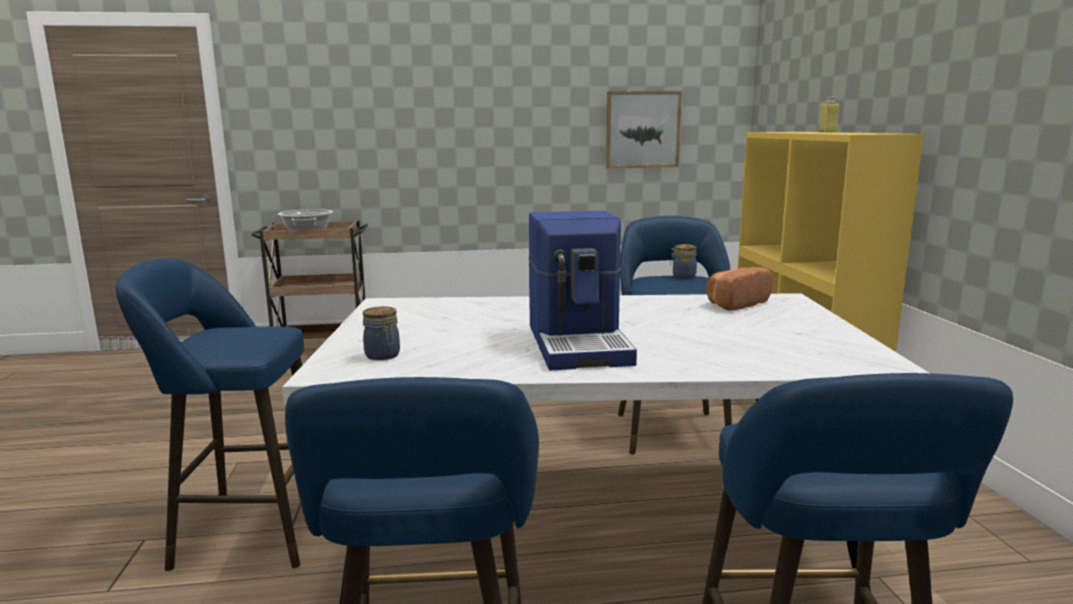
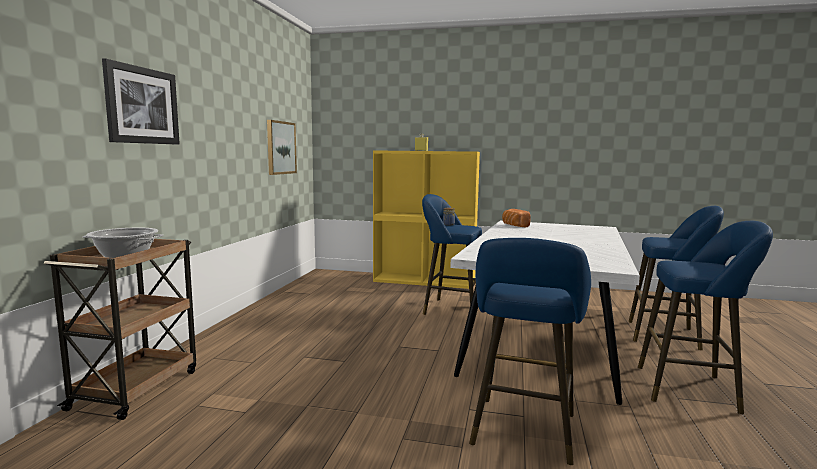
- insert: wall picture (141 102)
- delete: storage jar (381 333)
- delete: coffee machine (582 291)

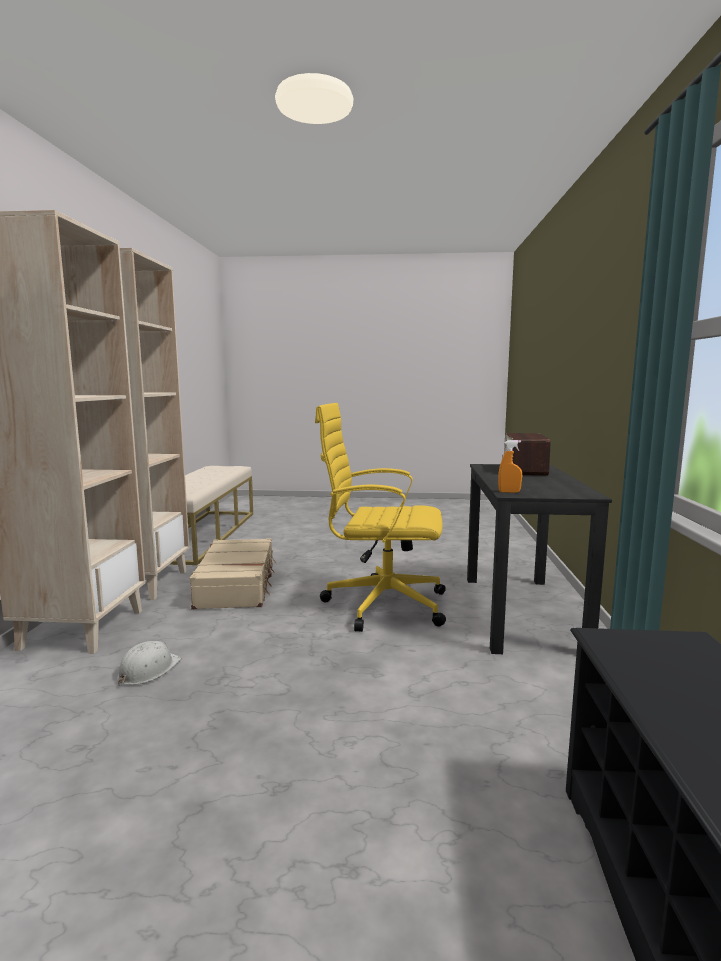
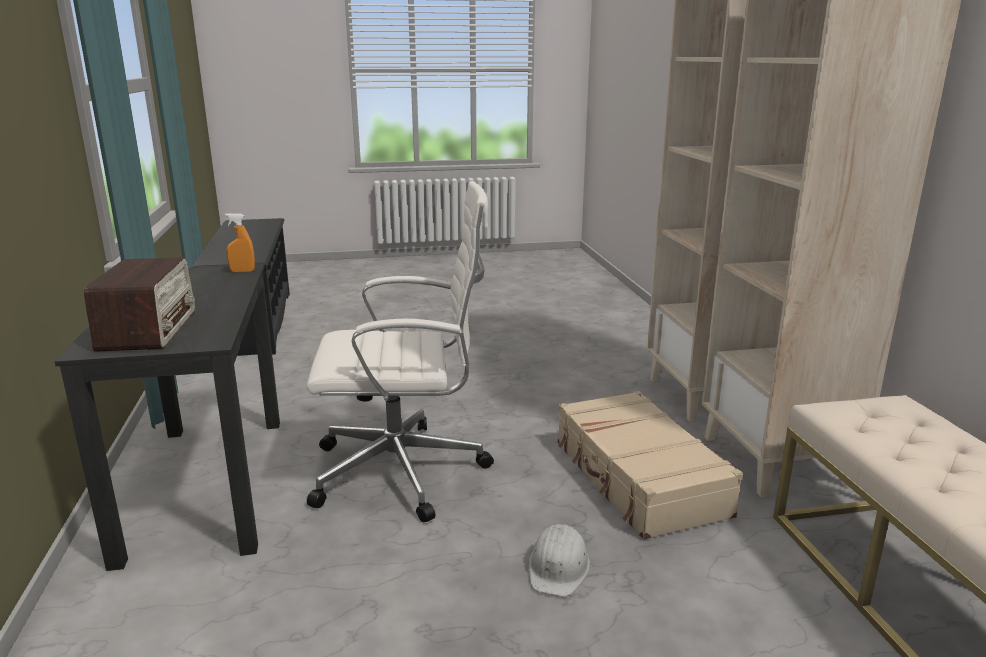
- recolor: yellow-coloured office chair (380 517) to white-coloured office chair (400 351)
- move: white-coloured safety helmet (149 663) to (559 560)

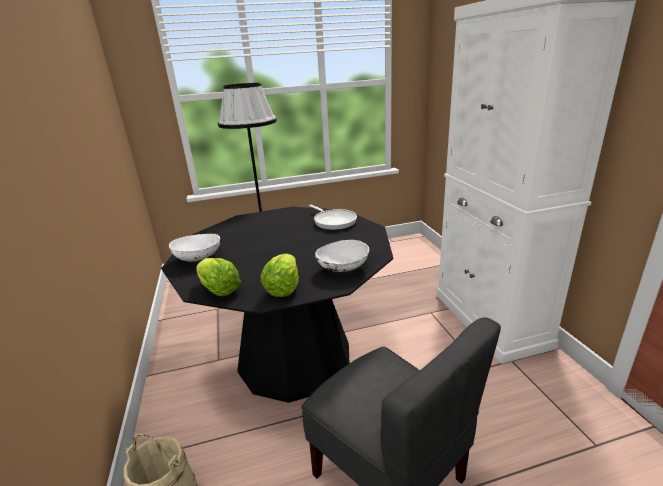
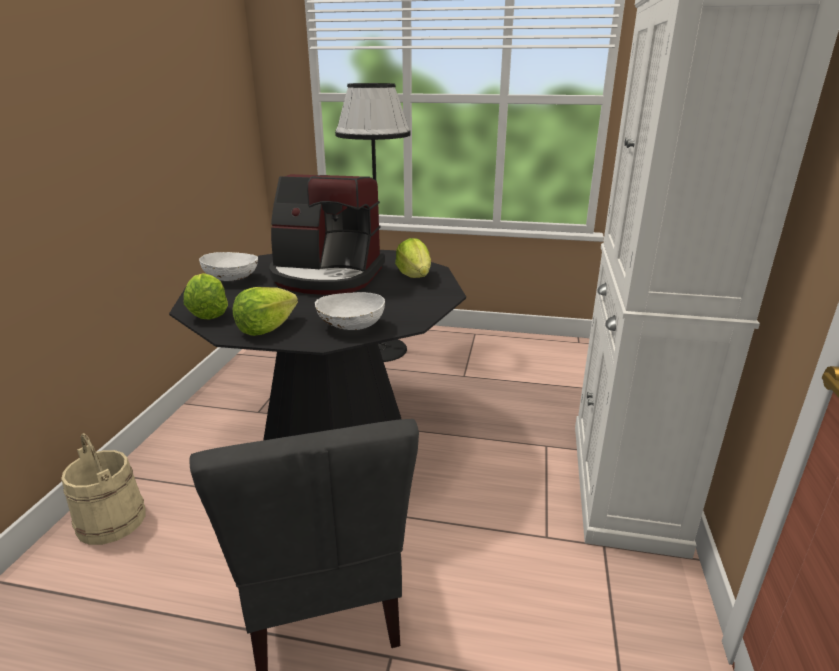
- insert: coffee machine (327 234)
- replace: pan (333 217) to lettuce (413 258)

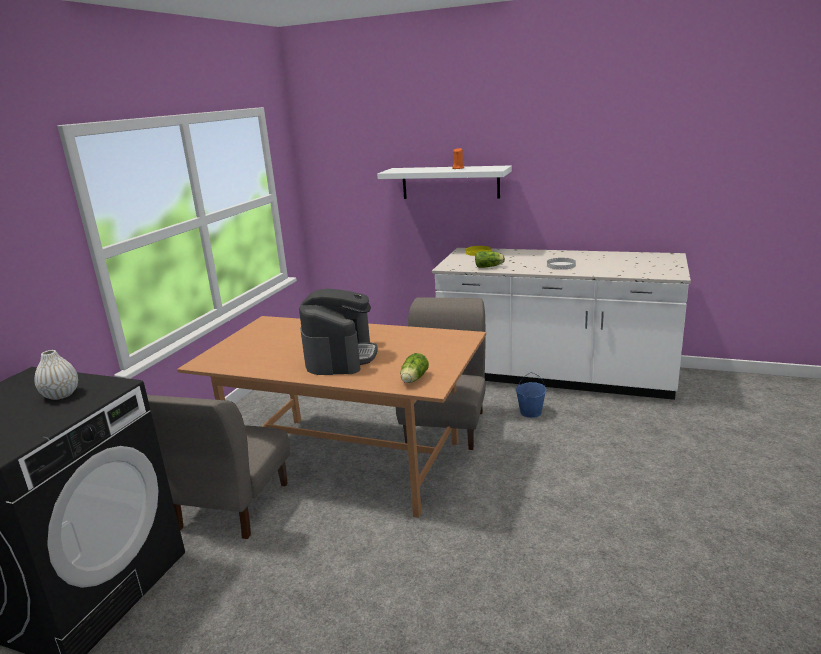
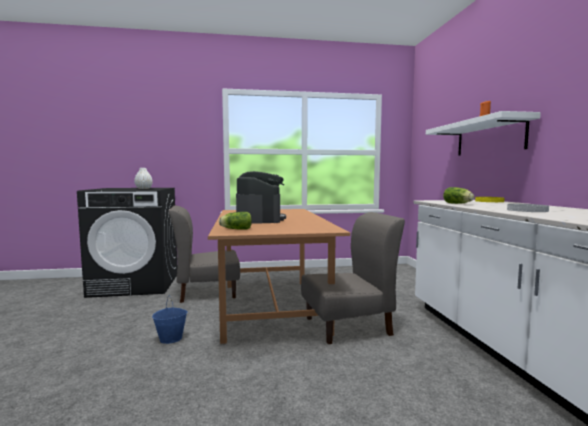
- move: blue-coloured bucket (531 395) to (170 319)
- rotate: coffee machine (338 332) = (261 197) 75 degrees counterclockwise

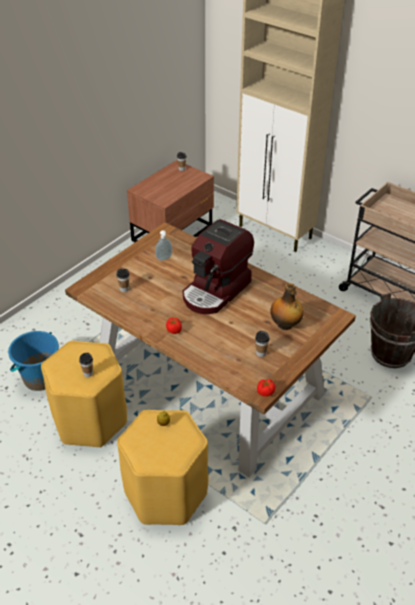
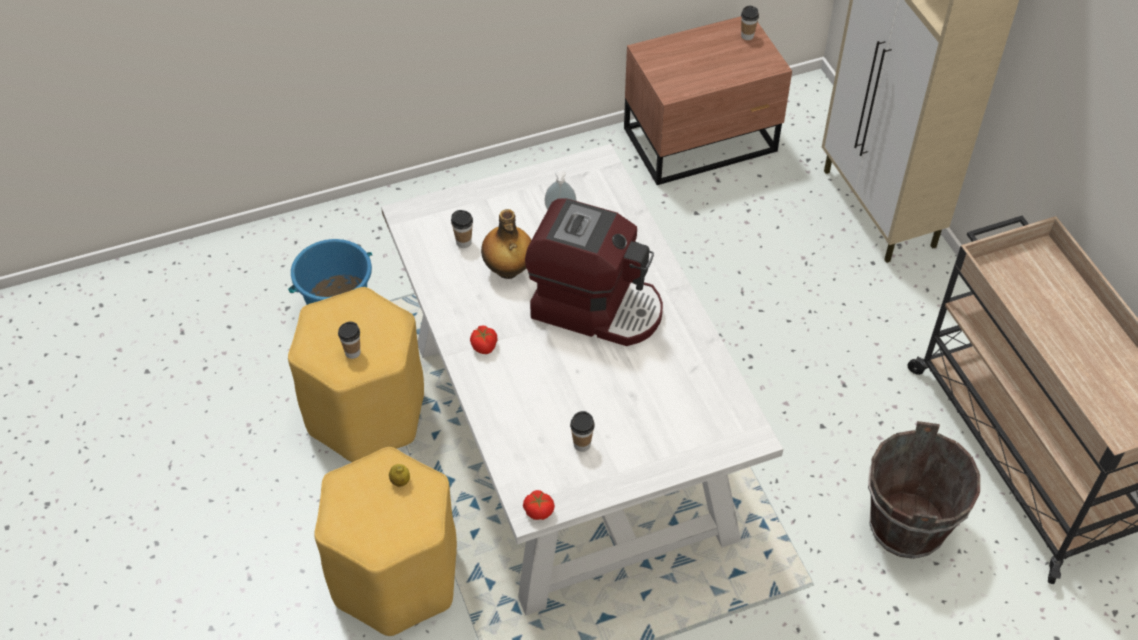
- recolor: brown-coloured kitchen table (210 350) to white-coloured kitchen table (582 379)
- move: bottle (287 306) to (506 244)
- rotate: coffee machine (218 266) = (594 272) 135 degrees counterclockwise

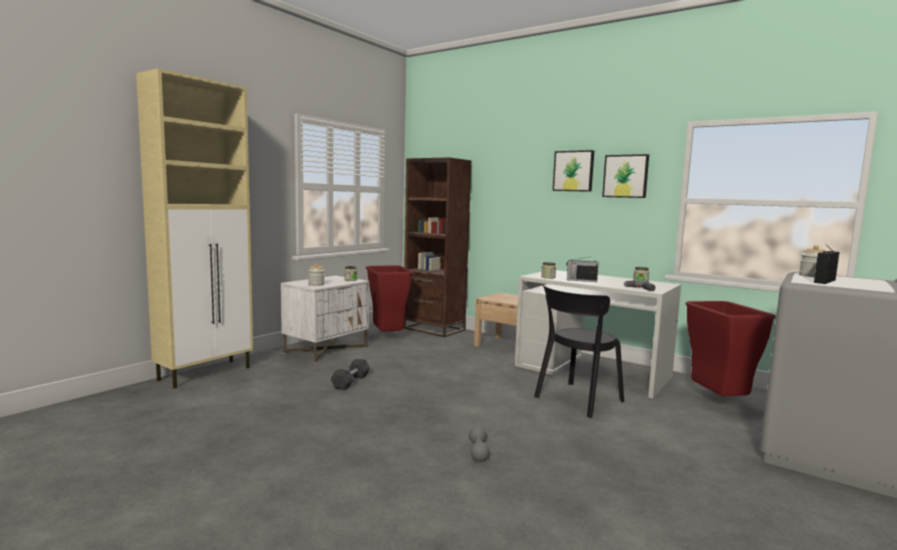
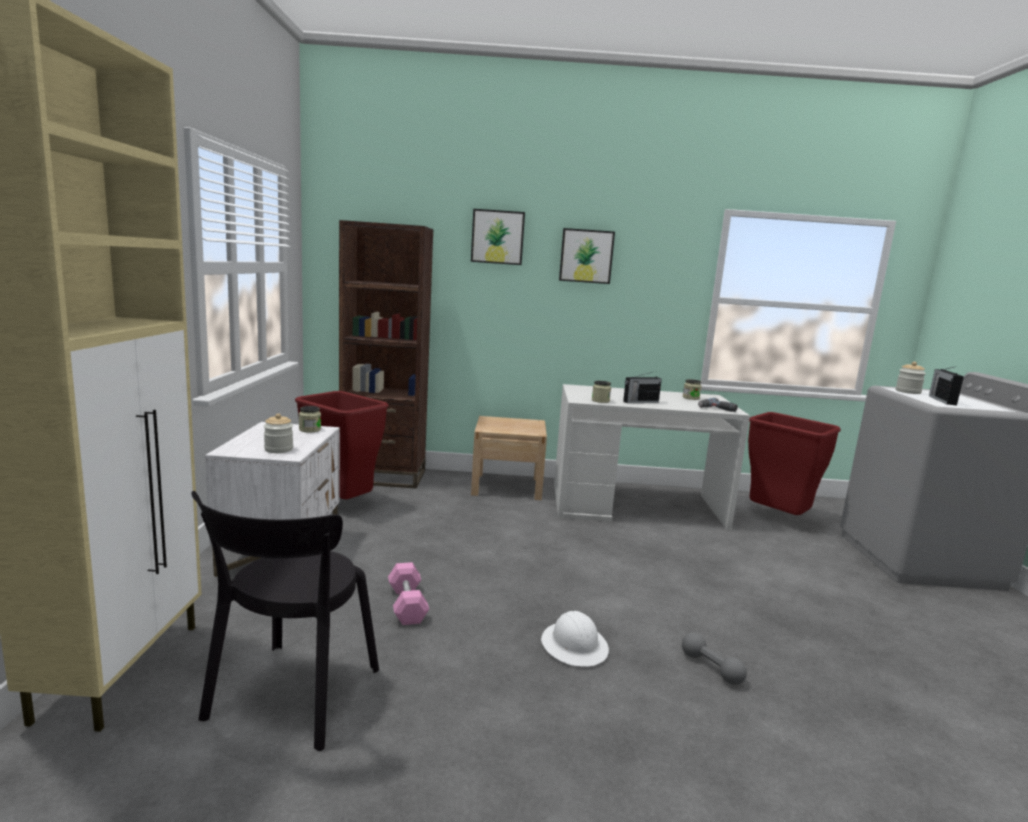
- move: black-coloured chair (579 351) to (285 621)
- recolor: grey hand weight (350 374) to pinkish hand weight (408 593)
- move: wall picture (625 176) to (498 237)
- insert: white-coloured safety helmet (575 639)

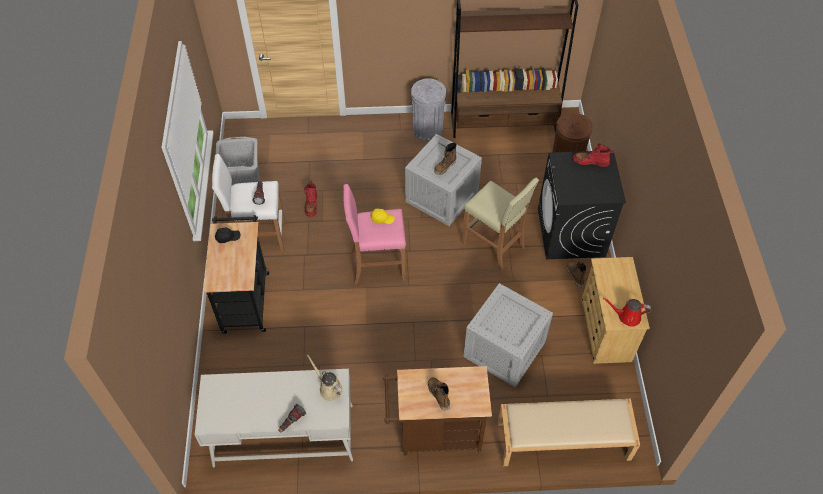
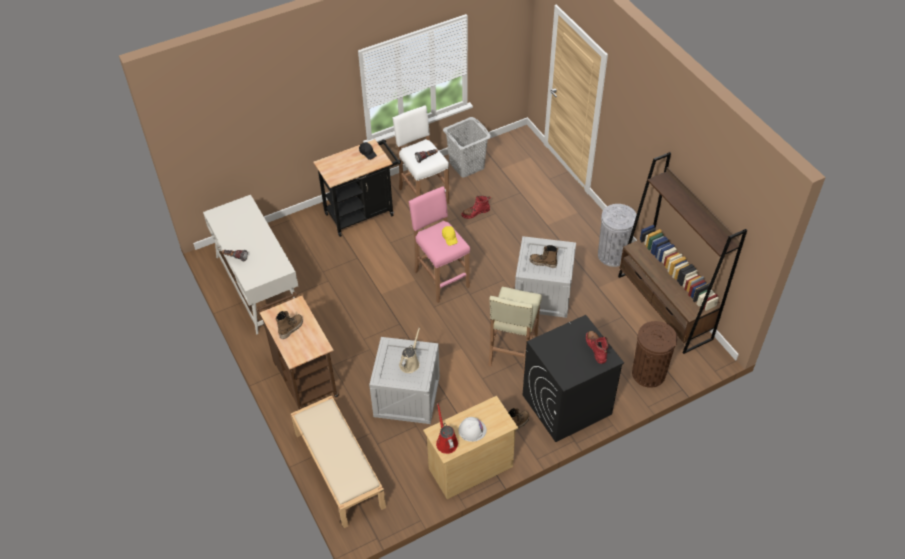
- move: beige sprinkling can (325 377) to (409 350)
- insert: white-coloured safety helmet (472 429)

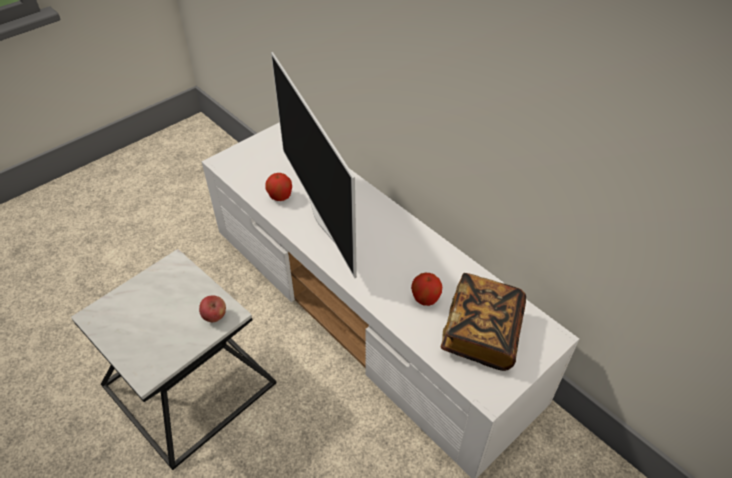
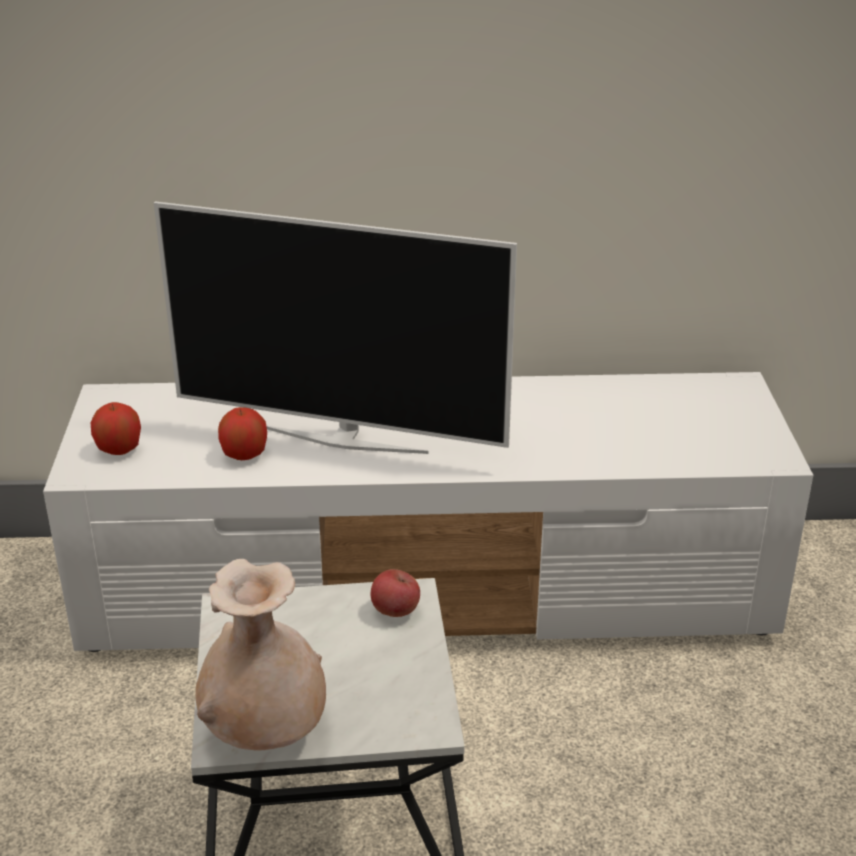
- move: whole apple (426 289) to (116 428)
- insert: beige flower vase (260 654)
- delete: book (483 322)

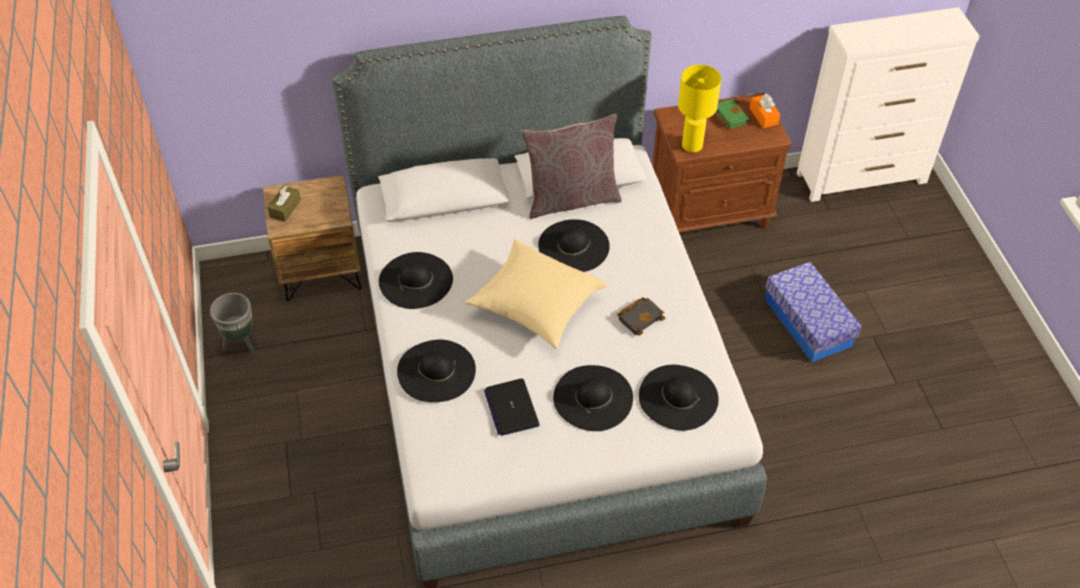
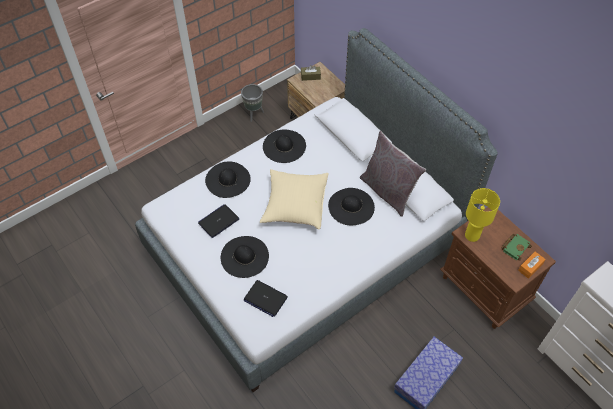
- replace: black-coloured clothing hat (679 398) to laptop (266 298)
- delete: black-coloured book (641 316)

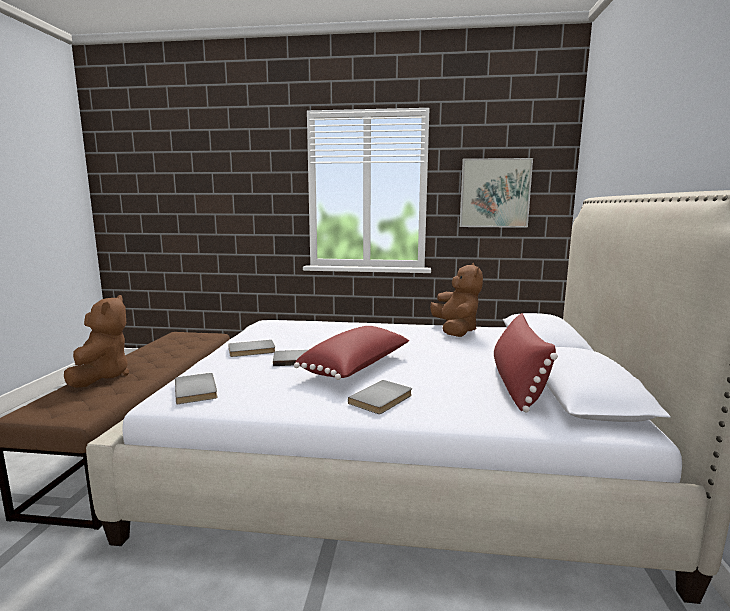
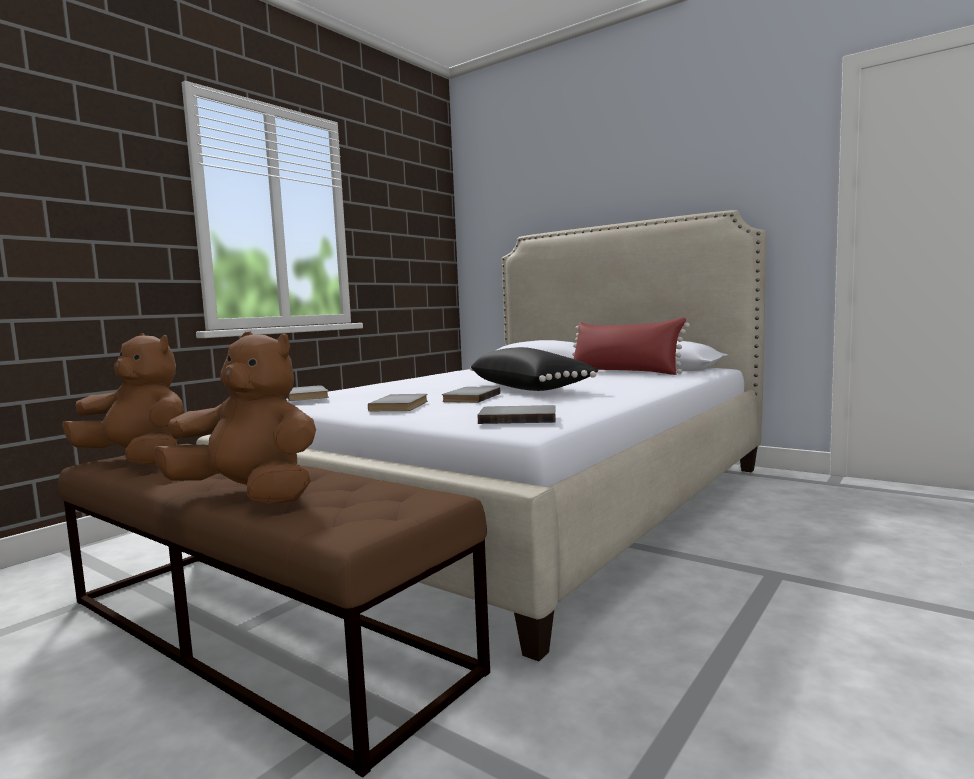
- move: brown-coloured soft toy (456 300) to (123 399)
- move: grey book (380 397) to (308 393)
- recolor: reddish pillow (351 353) to black-coloured pillow (534 369)
- delete: wall picture (496 193)

